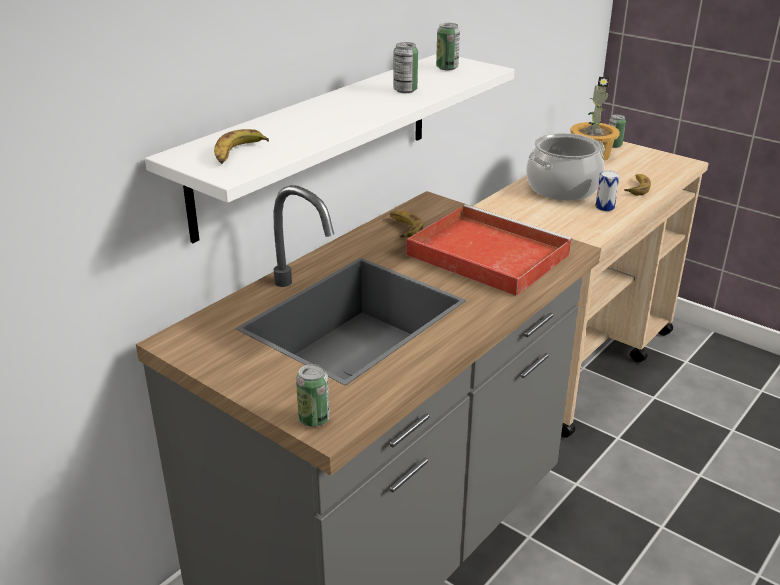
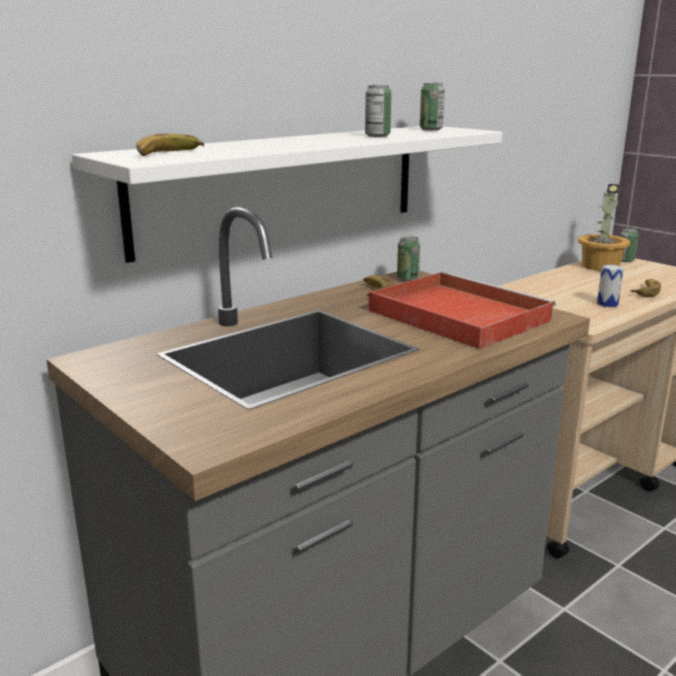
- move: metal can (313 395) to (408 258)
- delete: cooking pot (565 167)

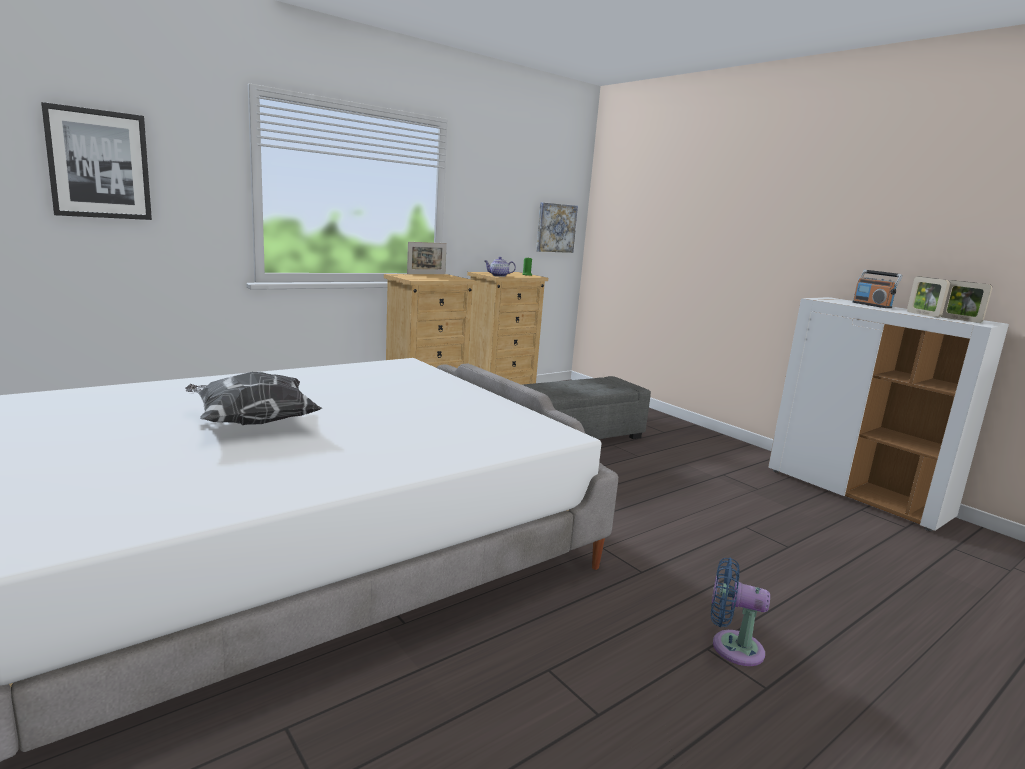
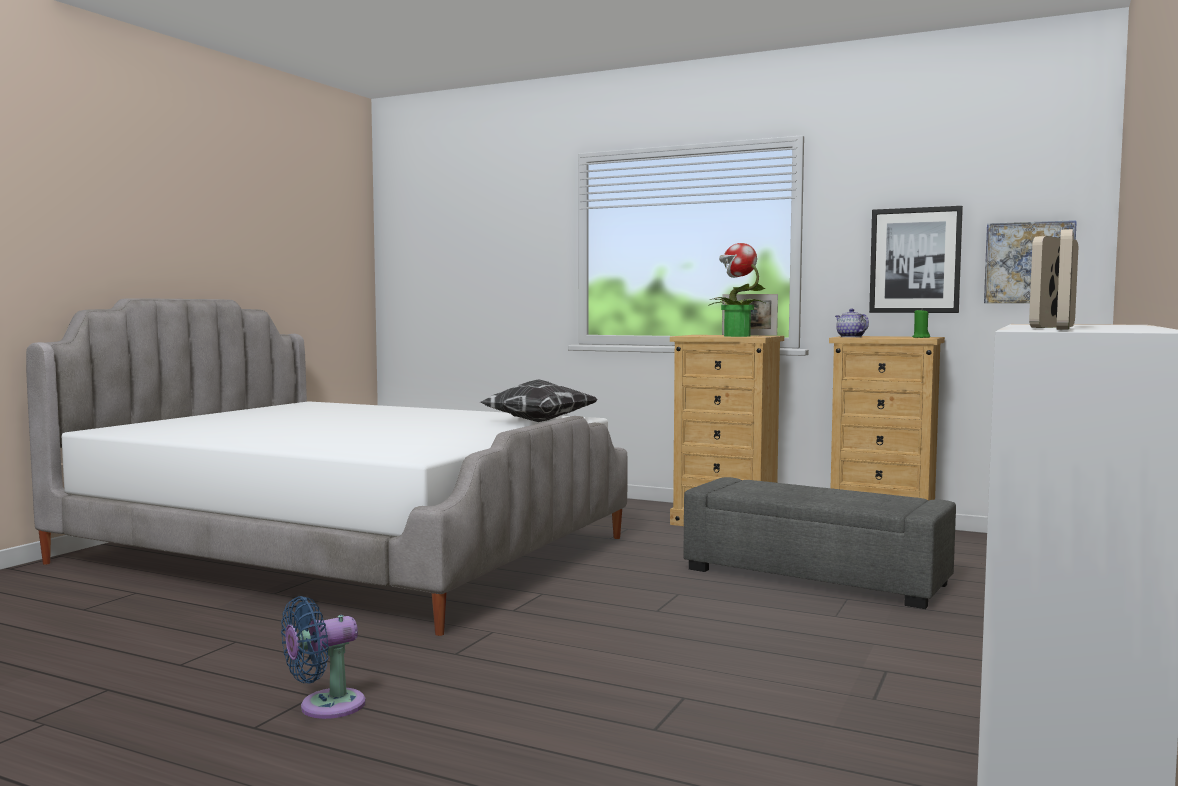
- rotate: blue-coloured cooling fan (740 611) = (323 657) 120 degrees counterclockwise
- move: pillow (253 398) to (538 400)
- insert: potted plant (736 290)
- move: wall picture (96 161) to (916 259)
- delete: radio receiver (877 289)

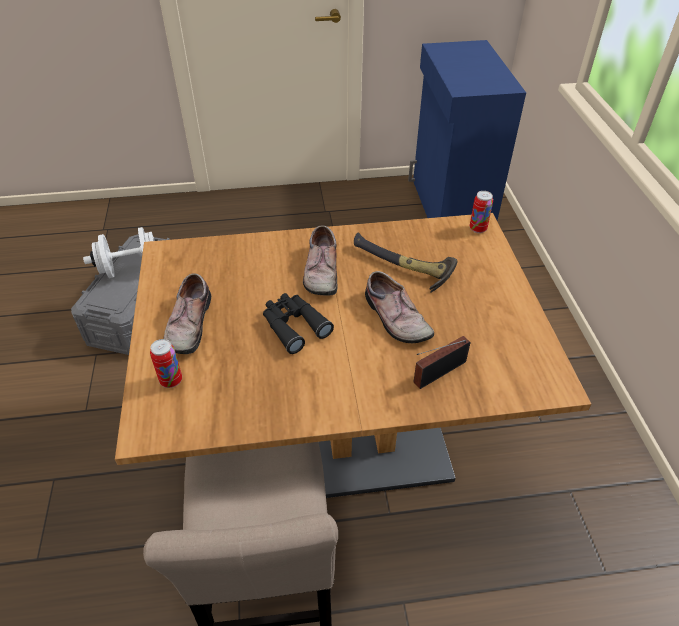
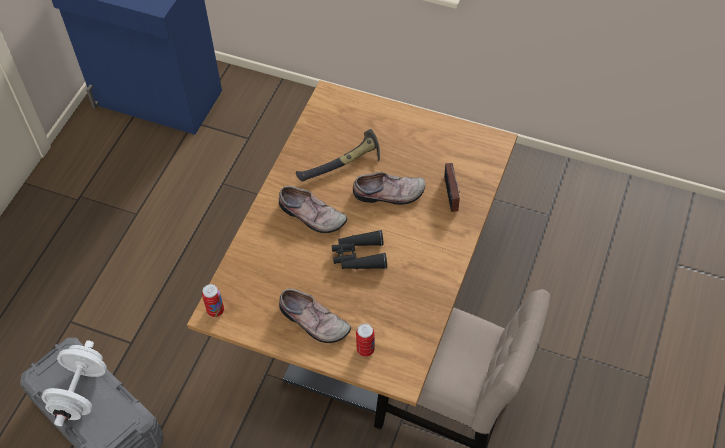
- move: metal can (481 212) to (213 300)

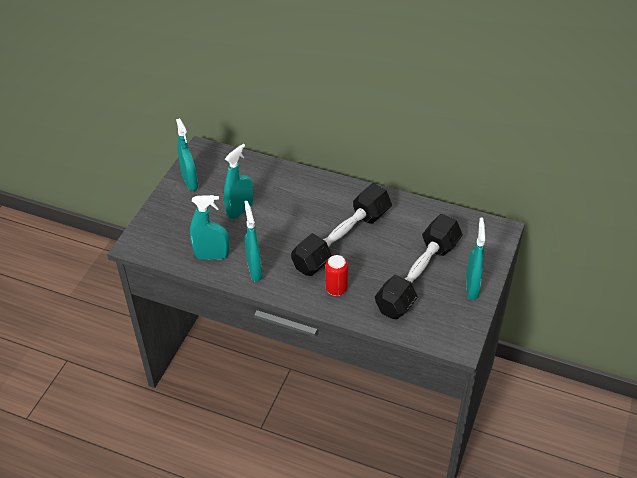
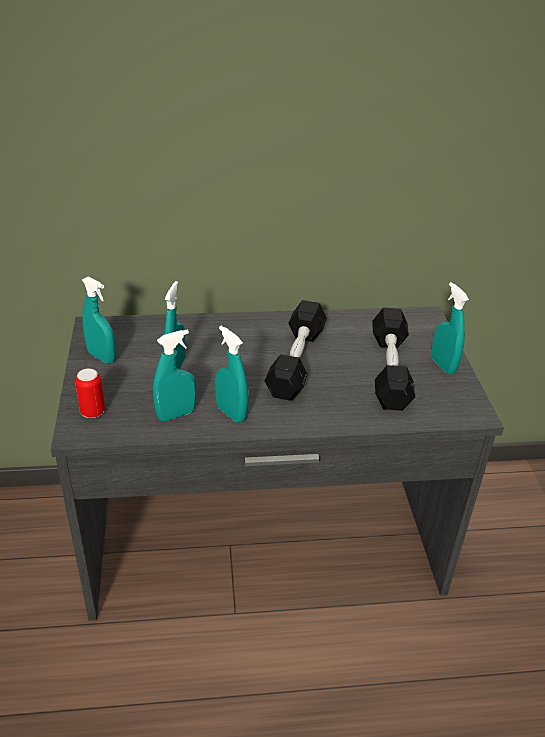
- move: metal can (336 275) to (90 393)

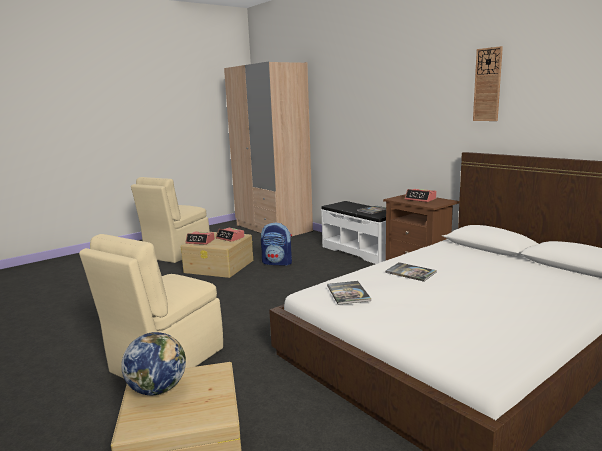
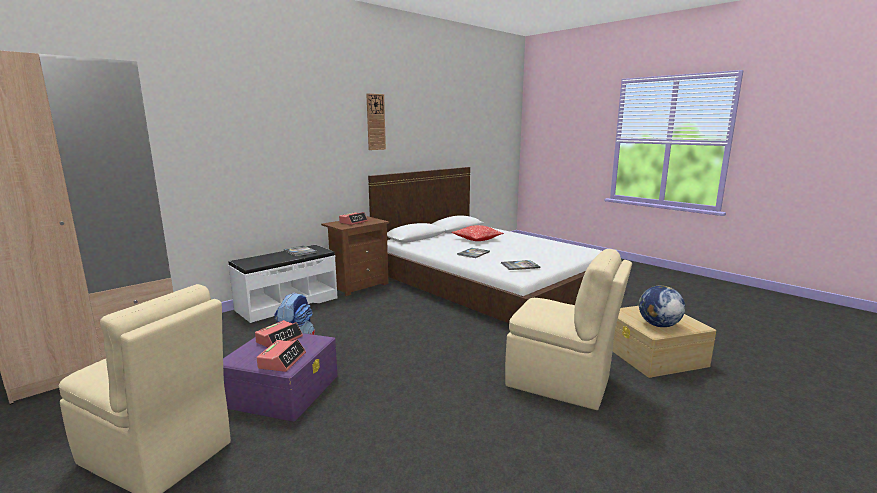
- recolor: beige storage container (217 255) to purple-coloured storage container (280 377)
- insert: pillow (478 233)

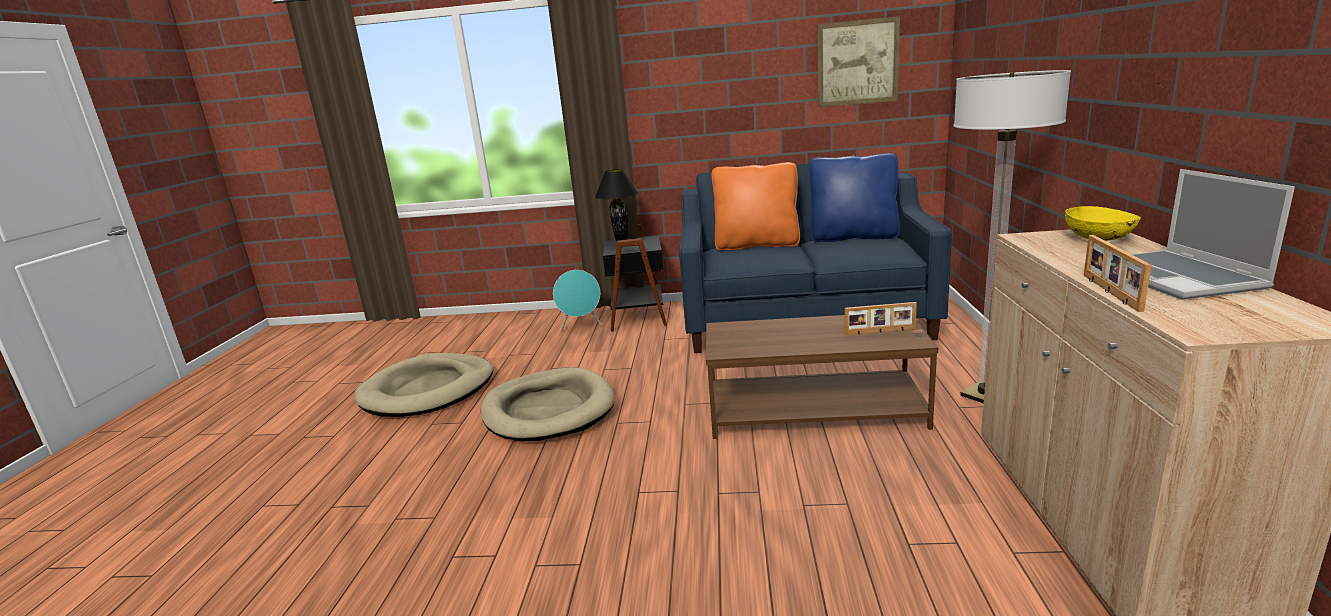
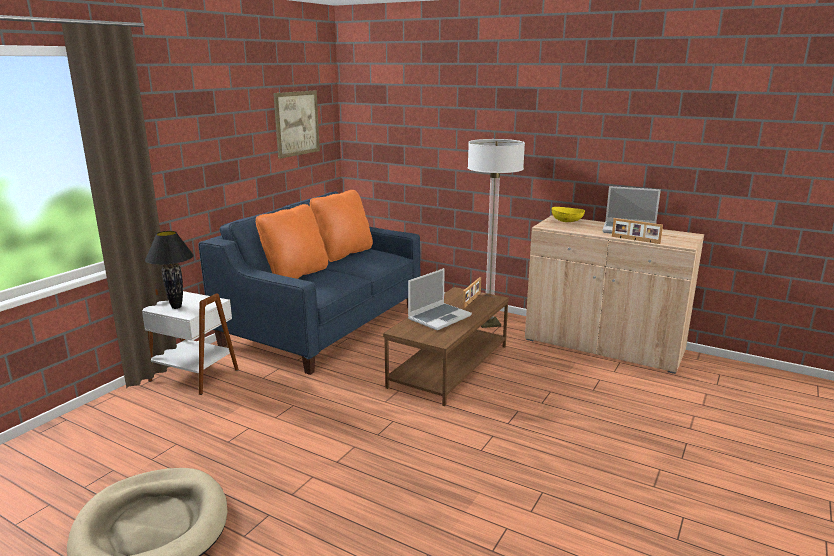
- recolor: black-coloured end table (635 278) to white-coloured end table (190 342)
- recolor: blue-coloured pillow (854 197) to orange pillow (341 226)
- insert: laptop (440 299)
- delete: beige pet bed (548 404)
- delete: turquoise audio speaker (578 301)

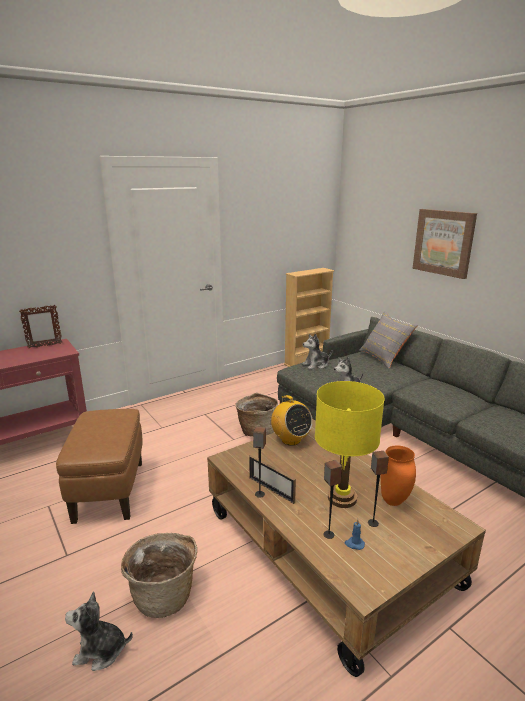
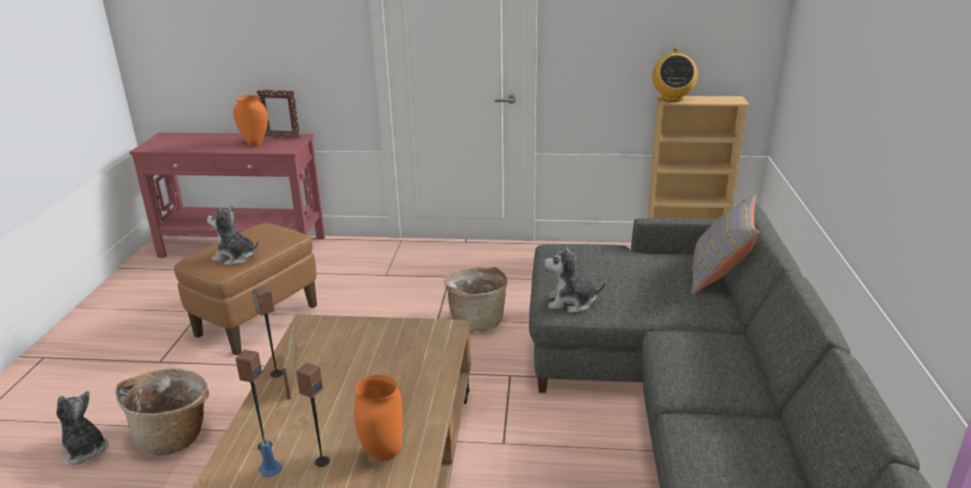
- move: soft toy (317 352) to (233 235)
- insert: orange flower vase (250 121)
- move: radio receiver (291 420) to (675 75)
- delete: yellow-coloured tabletop lamp (350 444)
- delete: wall picture (444 244)

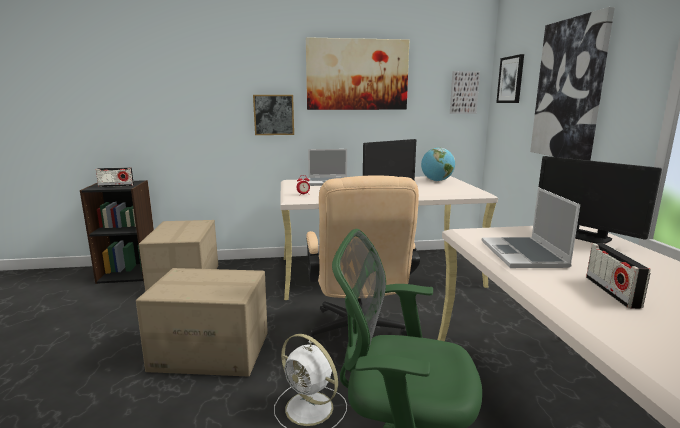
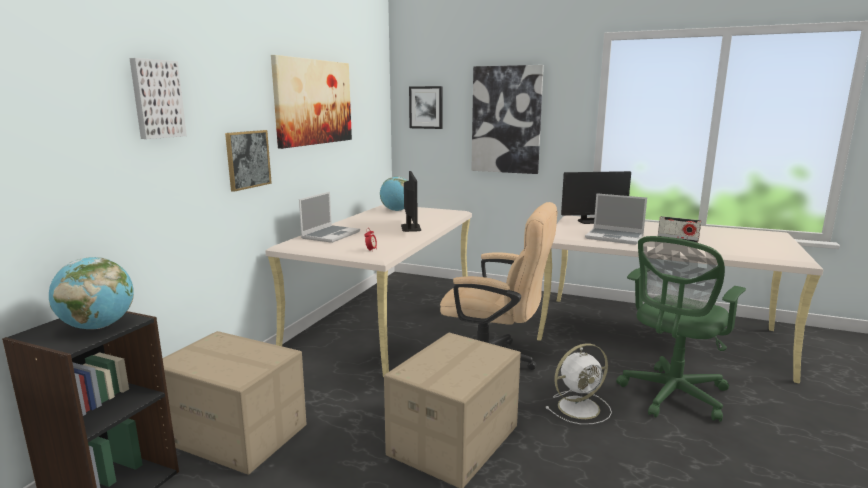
- replace: radio receiver (115 177) to desk globe (91 293)
- move: wall picture (465 92) to (158 98)

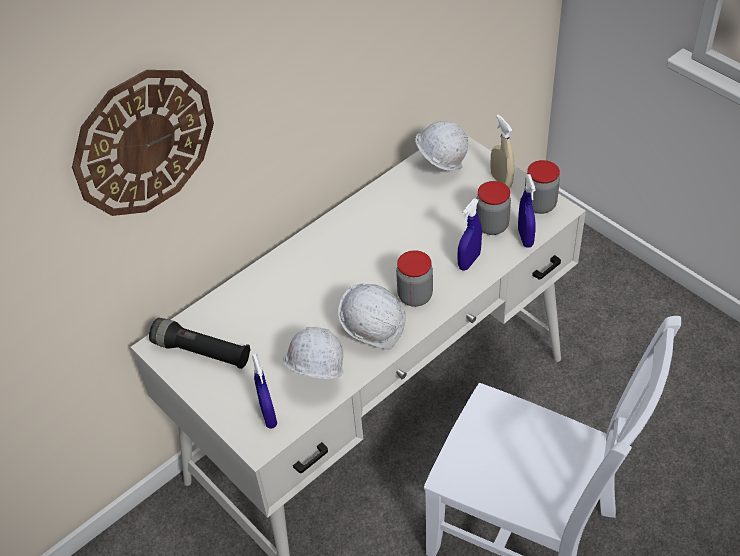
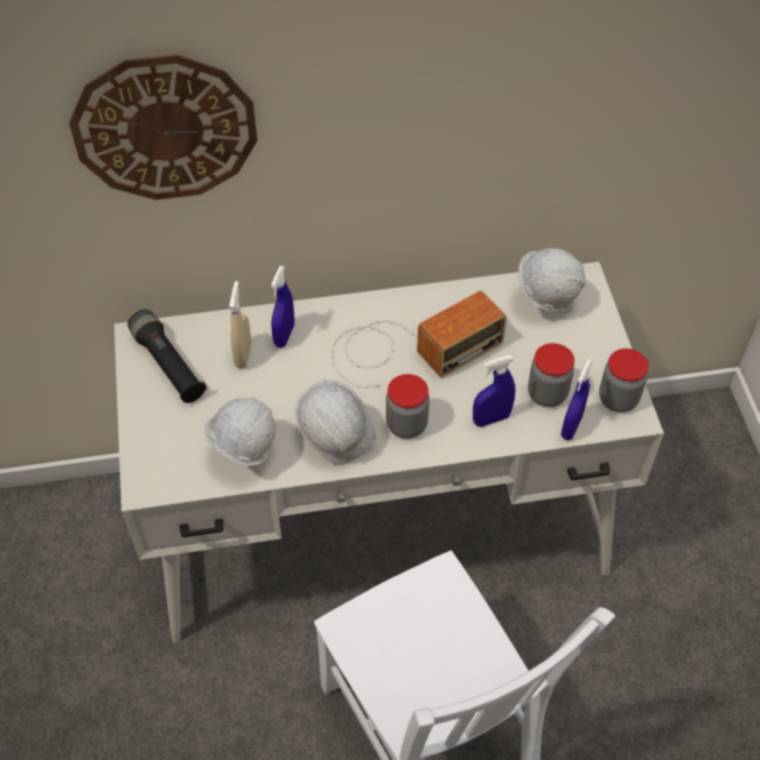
- move: beige sprayer (502 151) to (240 325)
- move: blue-coloured sprayer (264 391) to (283 307)
- insert: radio receiver (419 339)

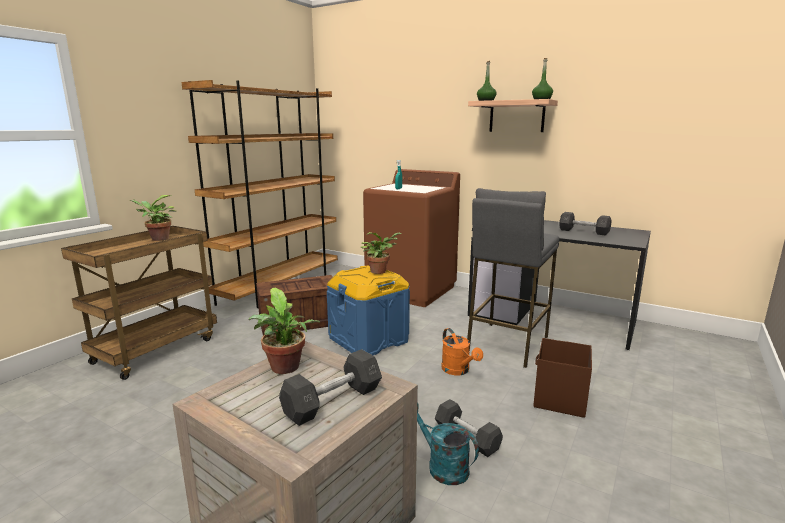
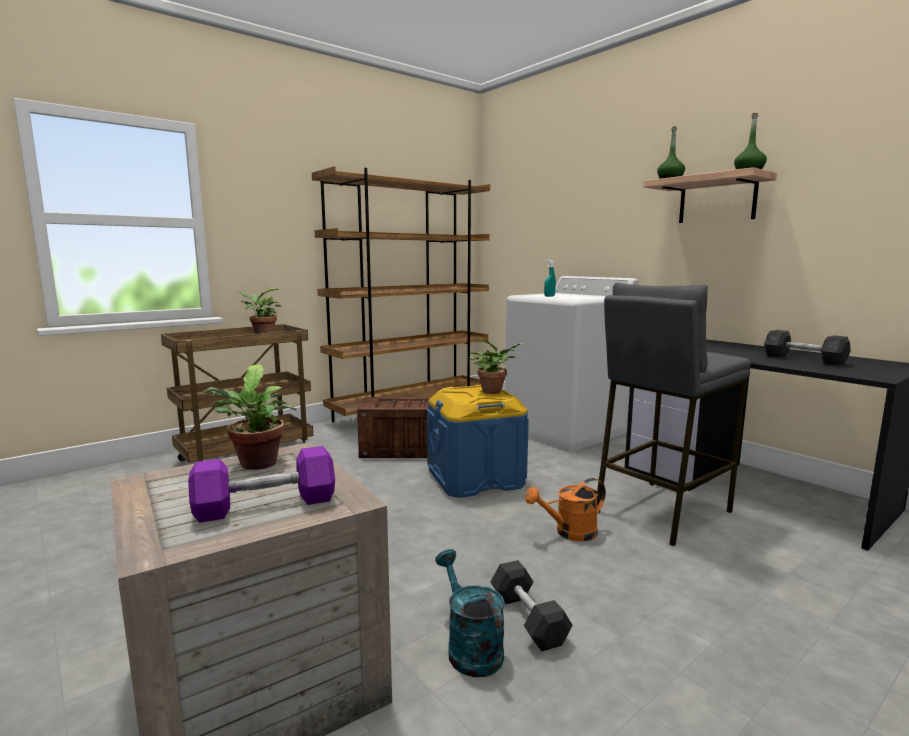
- recolor: grey hand weight (330 387) to purple-coloured hand weight (261 484)
- recolor: brown-coloured washing machine (411 238) to white-coloured washing machine (572 364)
- rotate: orange sprinkling can (462 351) = (565 509) 75 degrees clockwise
- delete: brown-coloured storage container (562 378)

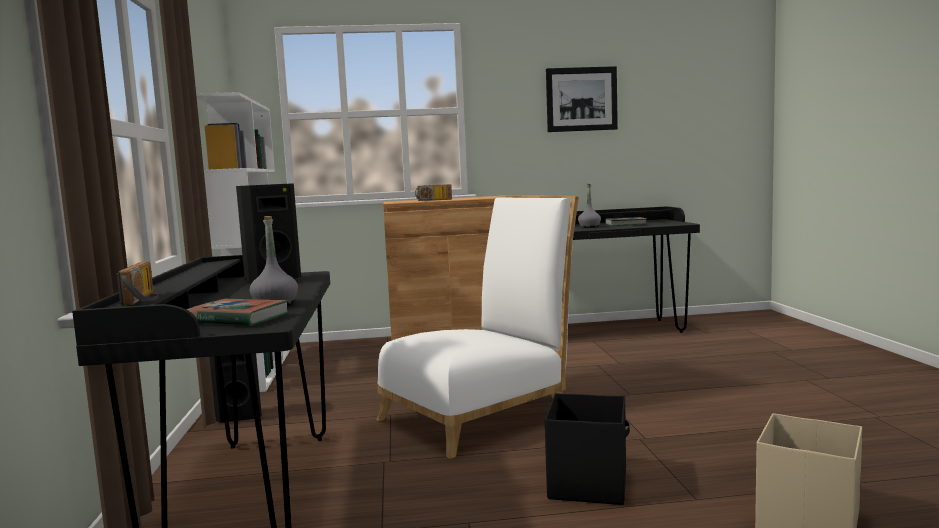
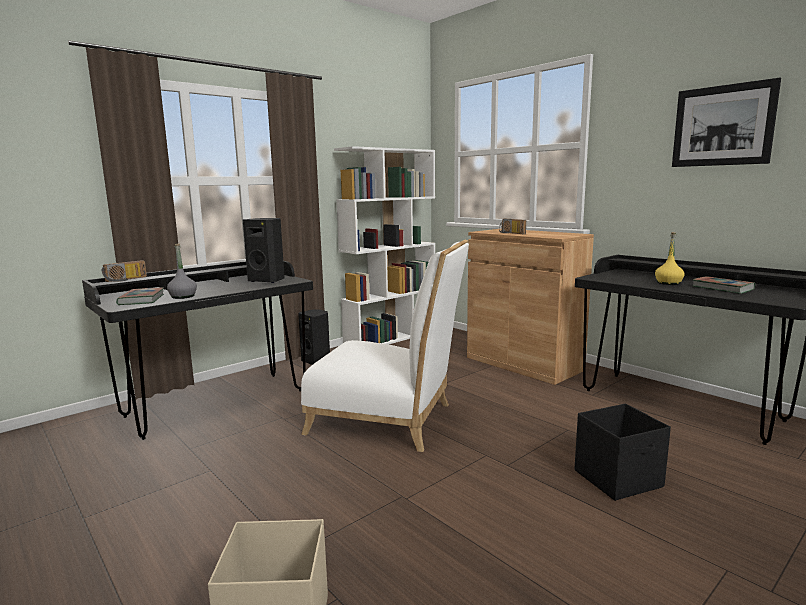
- move: black-coloured storage container (587 449) to (623 452)
- recolor: grey bottle (589 206) to yellow-coloured bottle (670 258)

